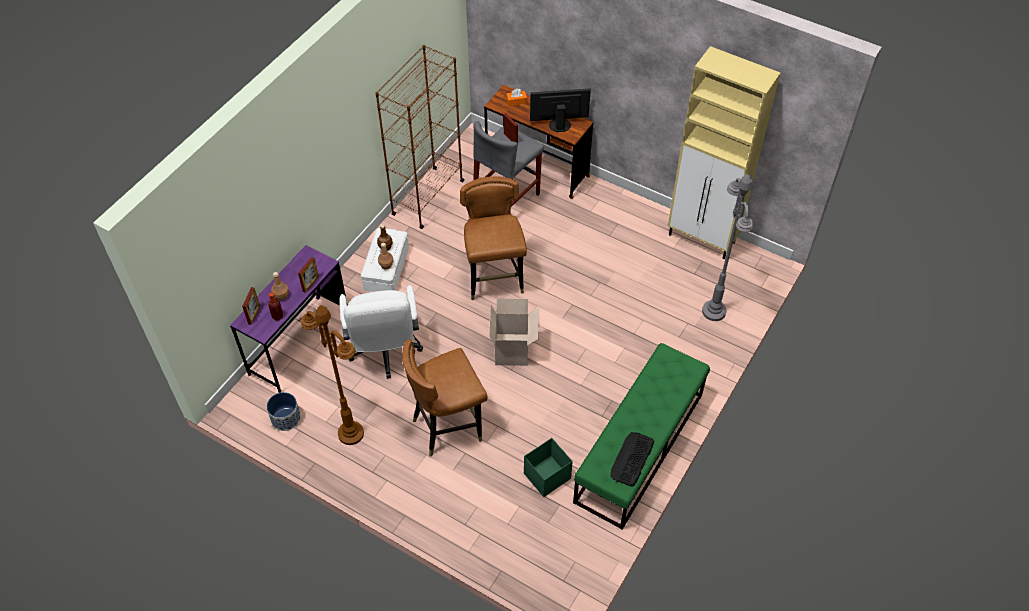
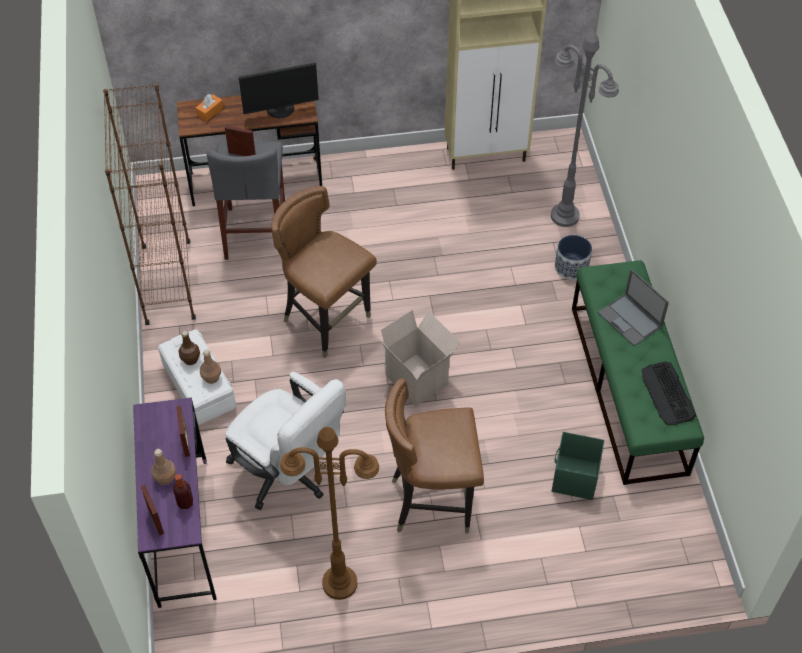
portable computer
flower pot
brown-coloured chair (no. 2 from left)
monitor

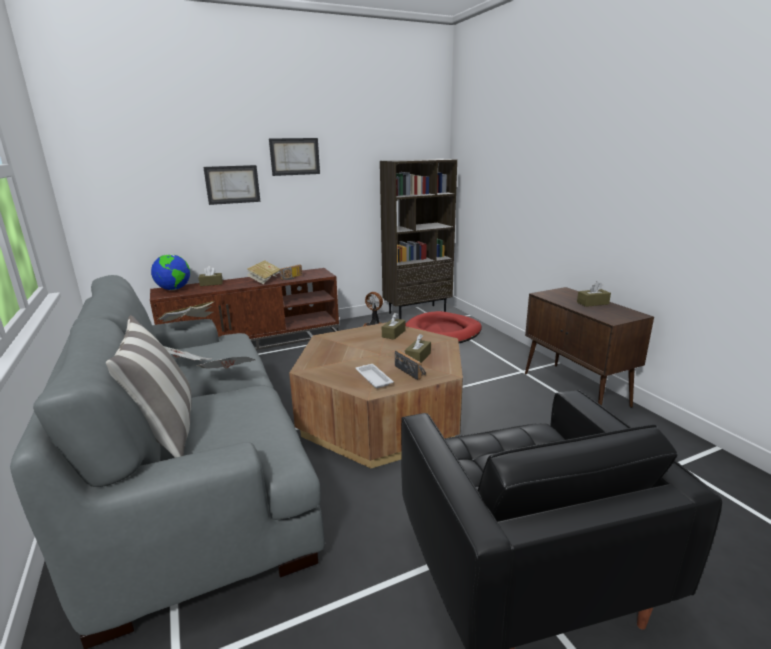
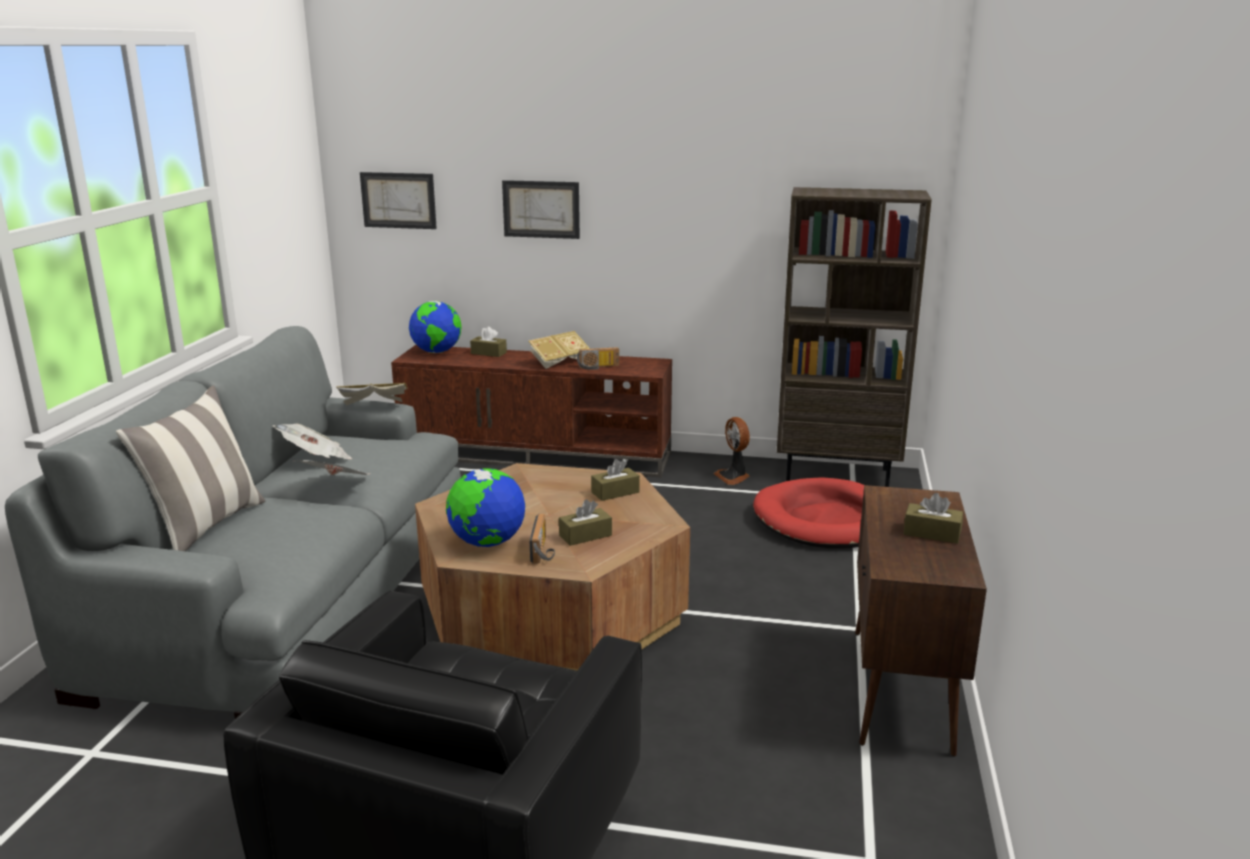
wall picture (no. 1 from left)
desk globe (no. 2 from left)

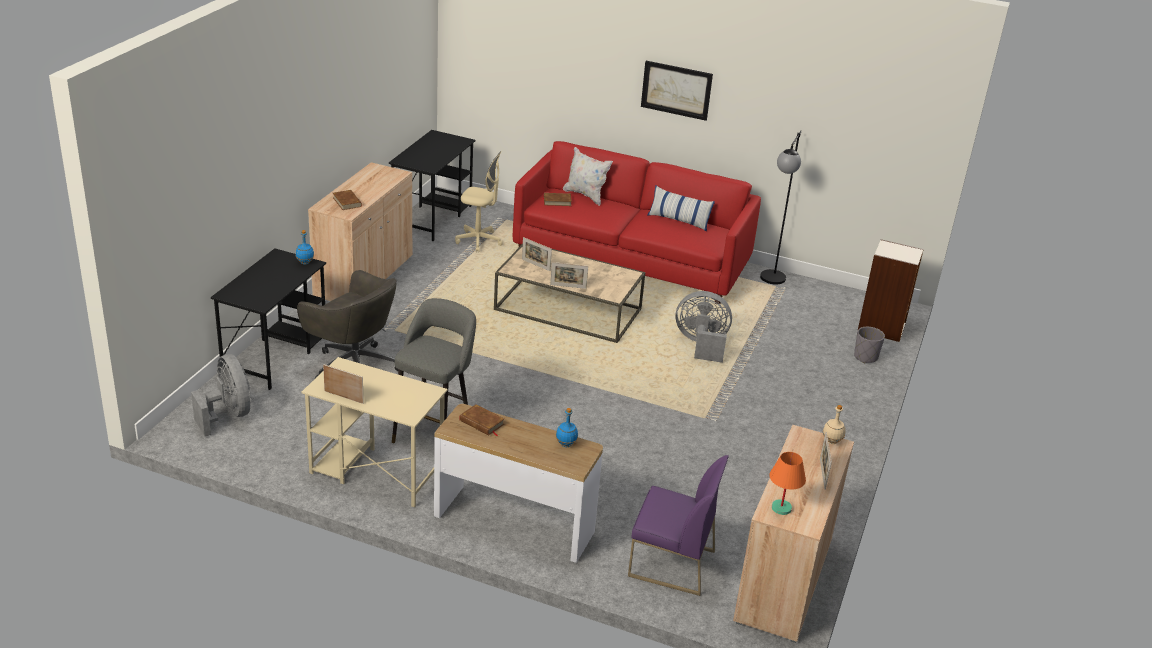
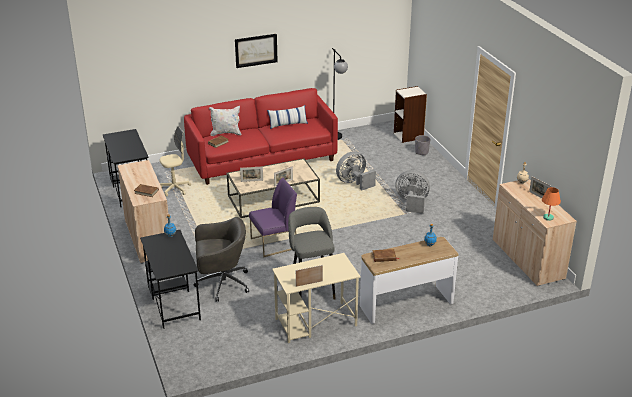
greyish fan (no. 2 from left)
purplish chair

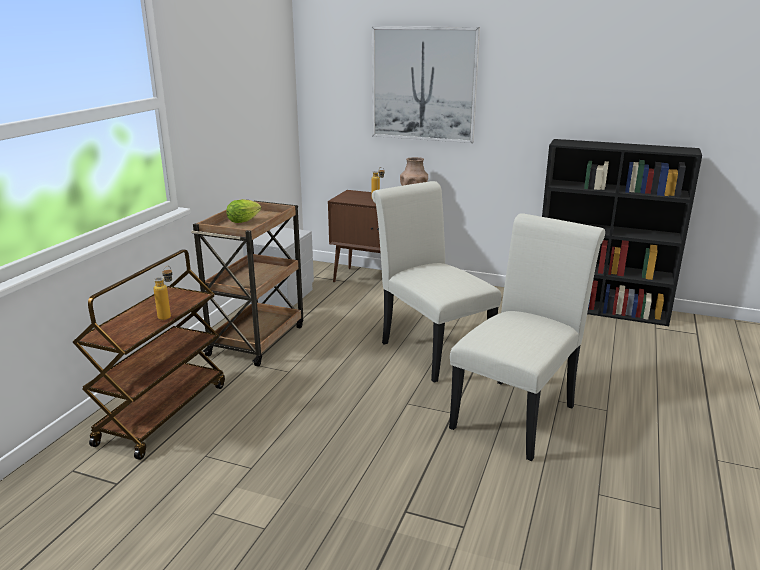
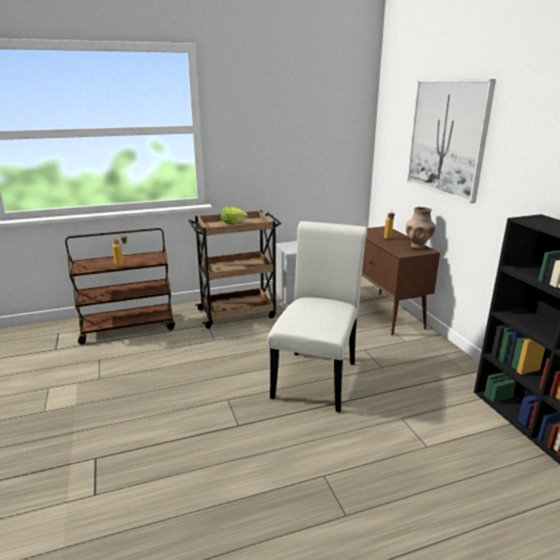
white chair (no. 2 from left in the first image)

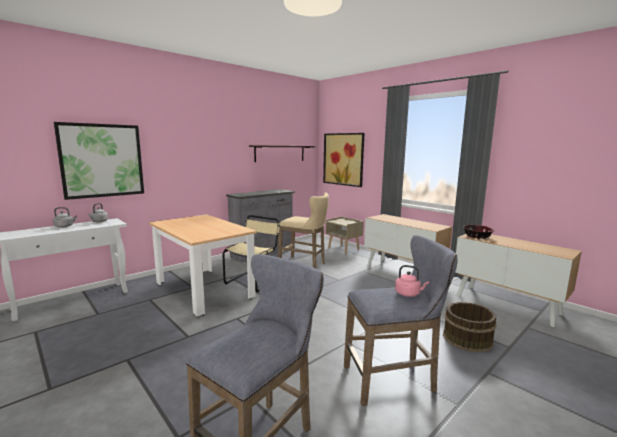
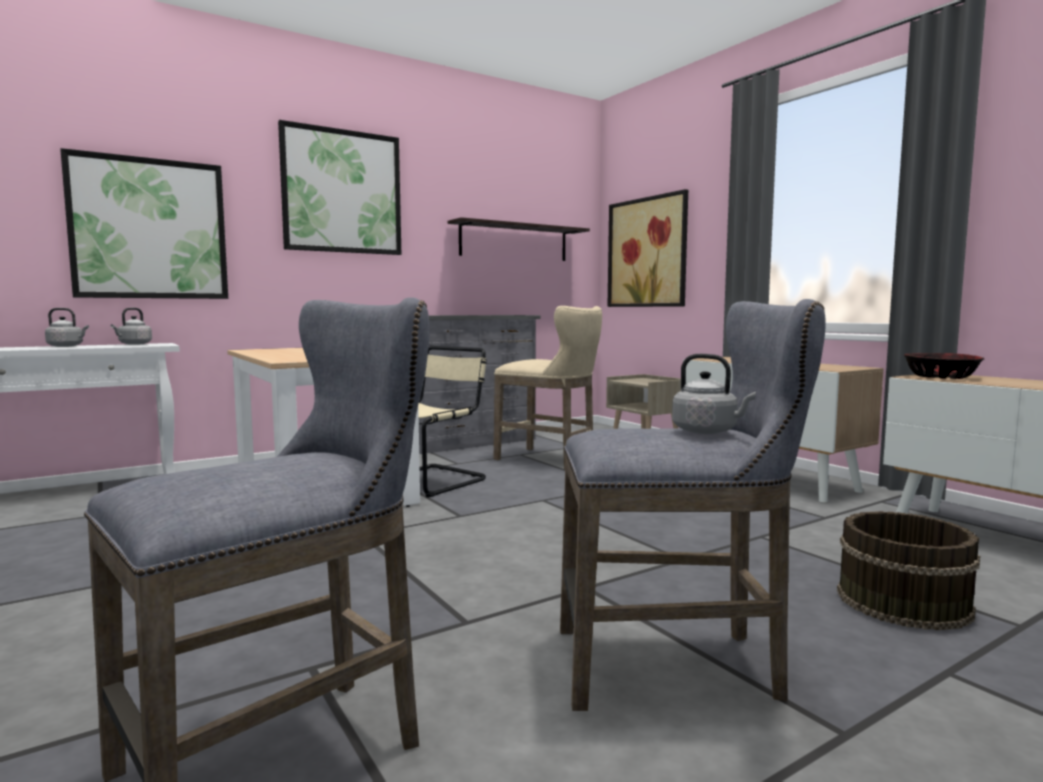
wall picture (no. 2 from left)
greyish water kettle (no. 3 from left)

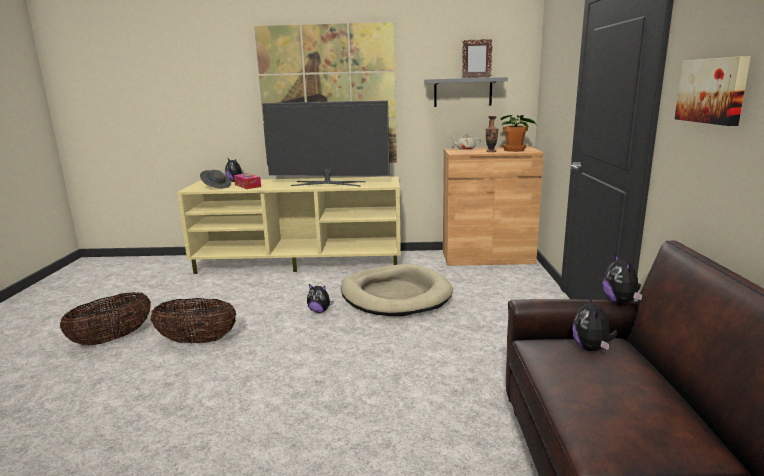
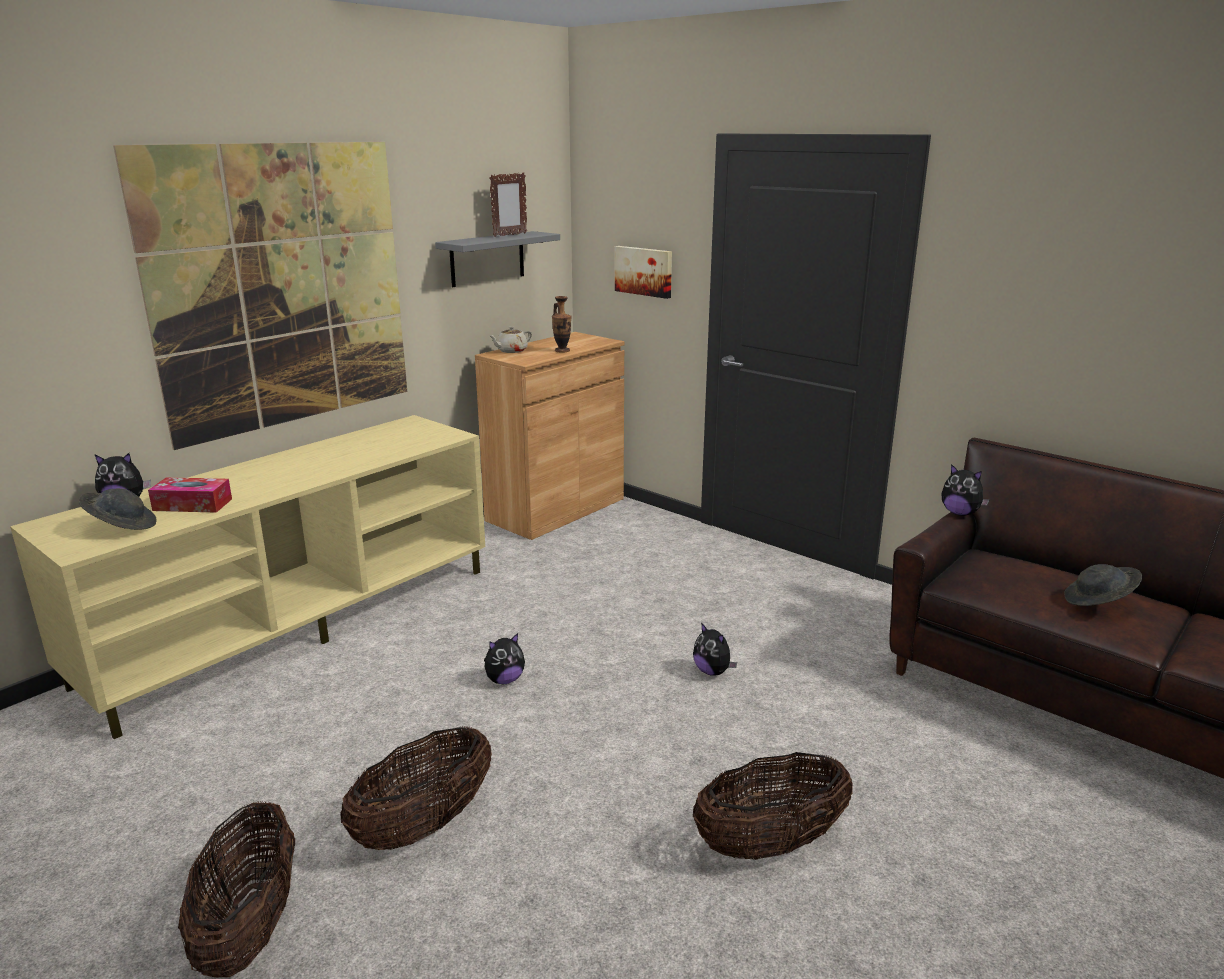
television
beige-coloured dog cushion
houseplant
storage basket (no. 3 from left)
greyish clothing hat (no. 2 from left)
cuddly toy (no. 3 from left)
wall picture (no. 2 from left)

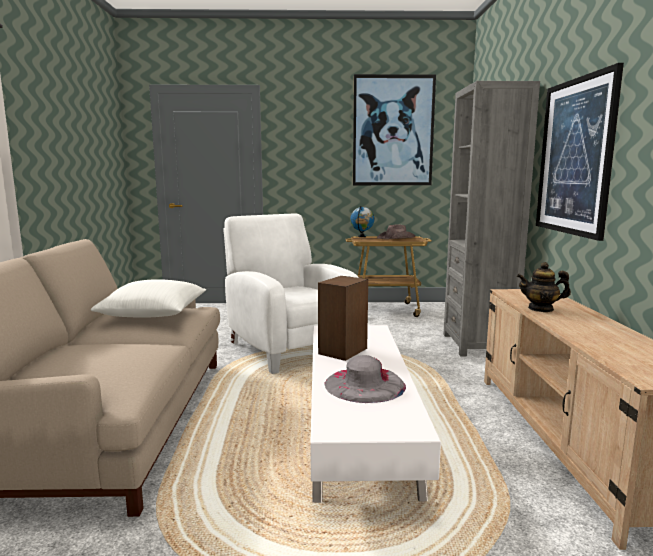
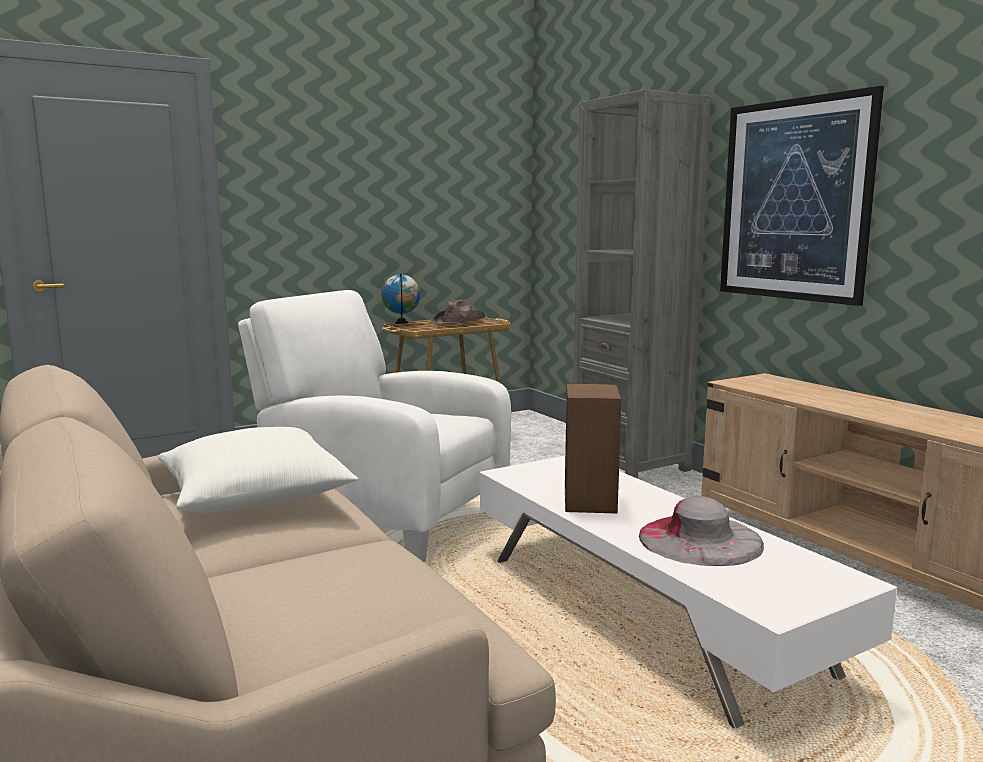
wall picture (no. 1 from left in the first image)
pot for tea

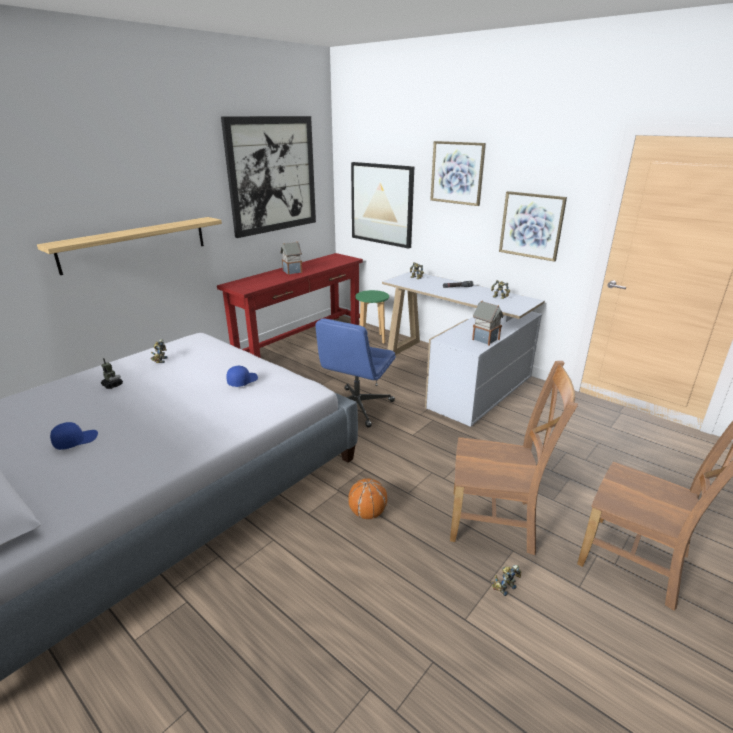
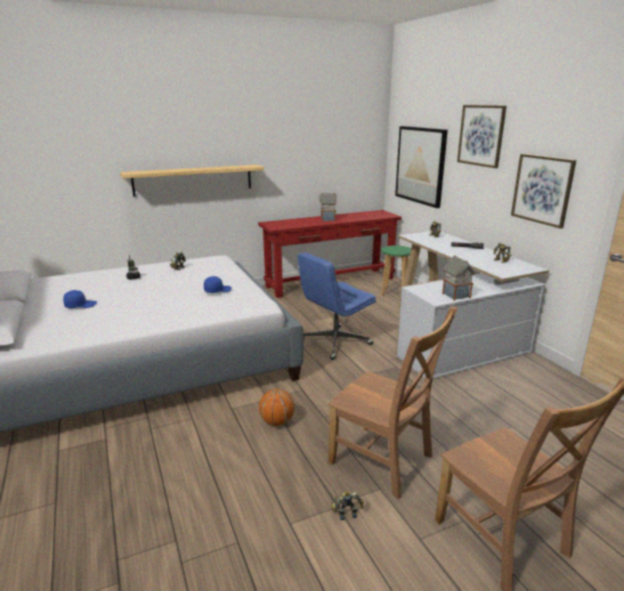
wall picture (no. 1 from left in the first image)

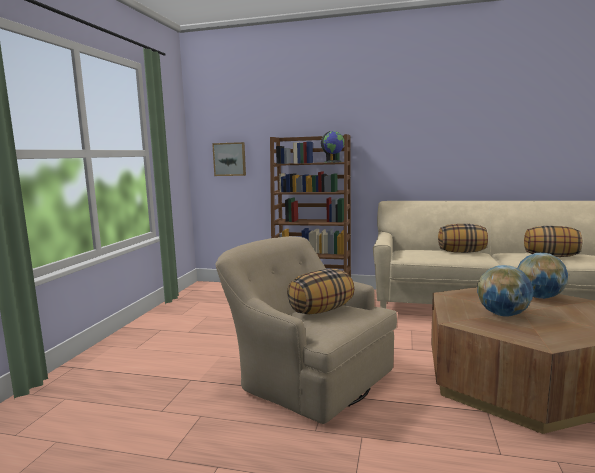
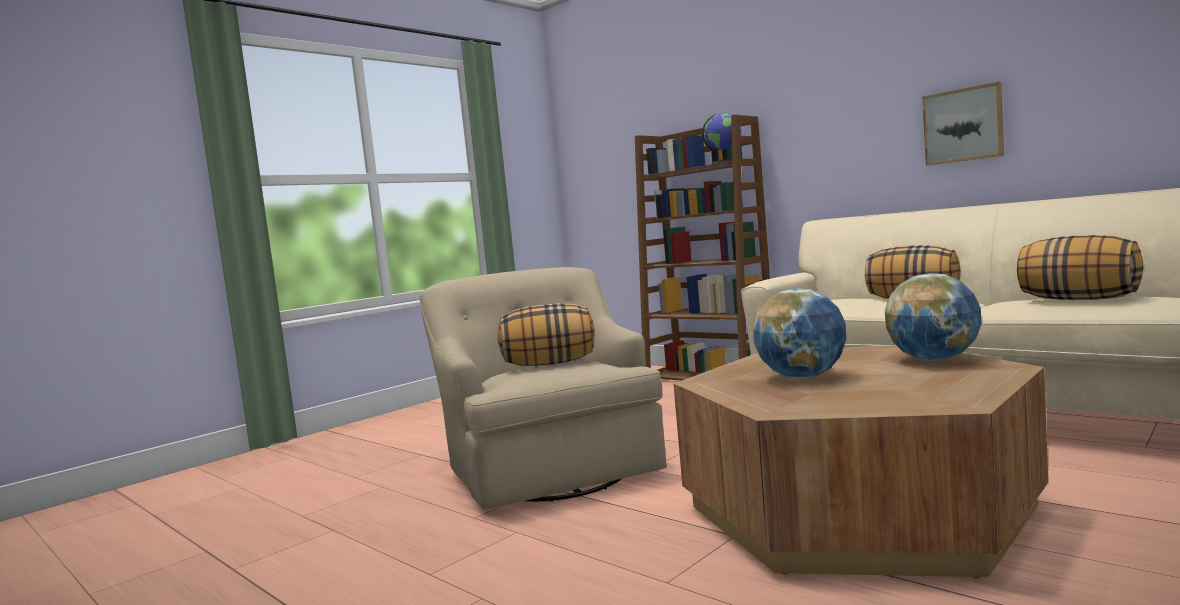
wall picture

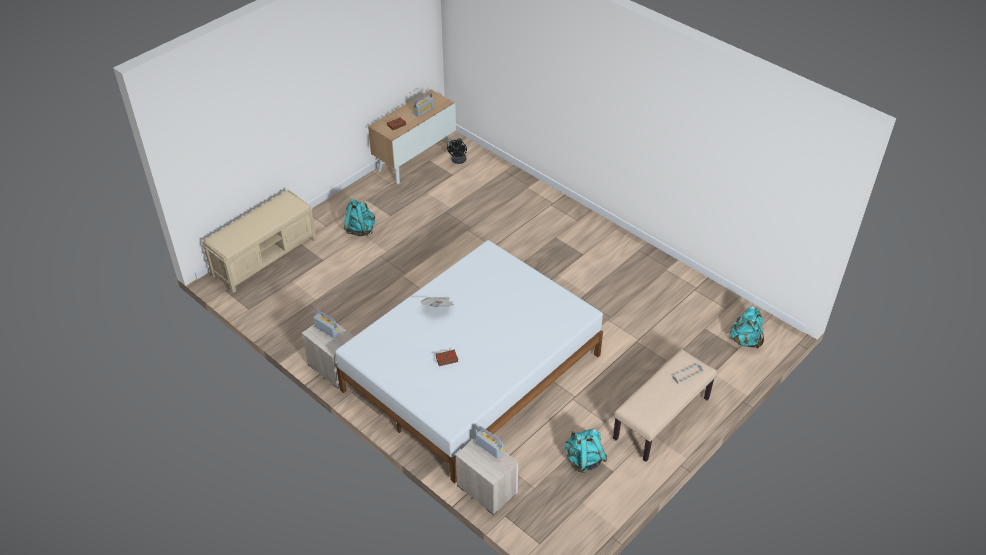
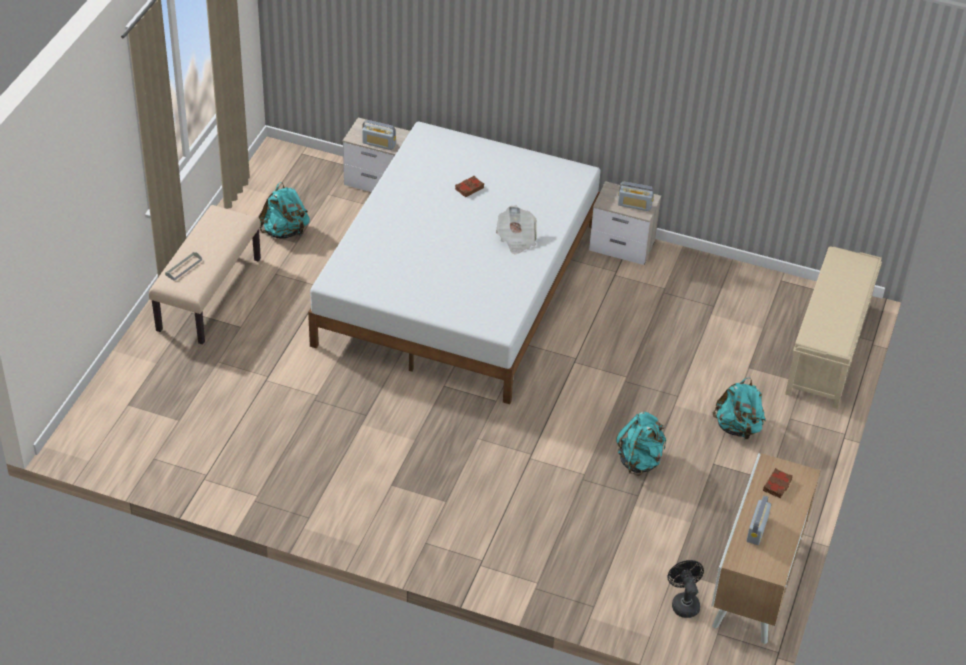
blue-green backpack (no. 2 from left)

